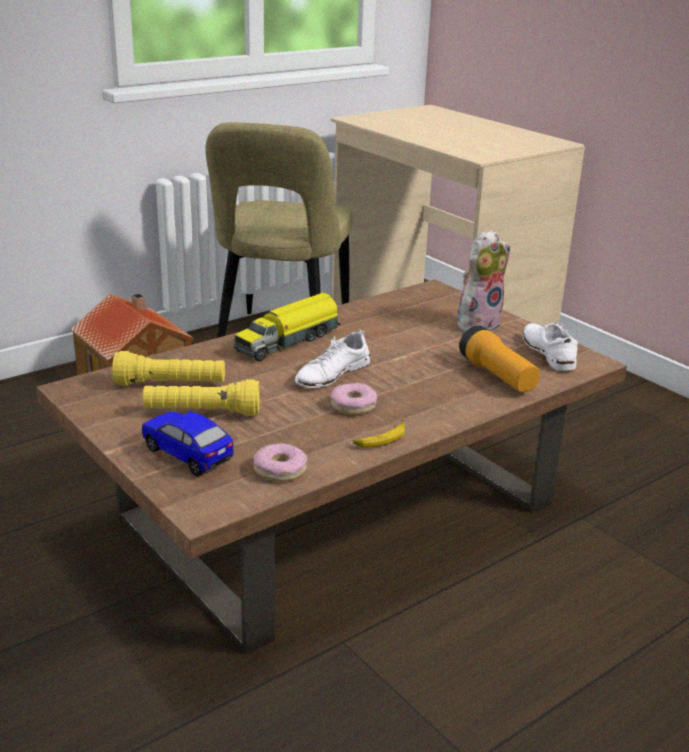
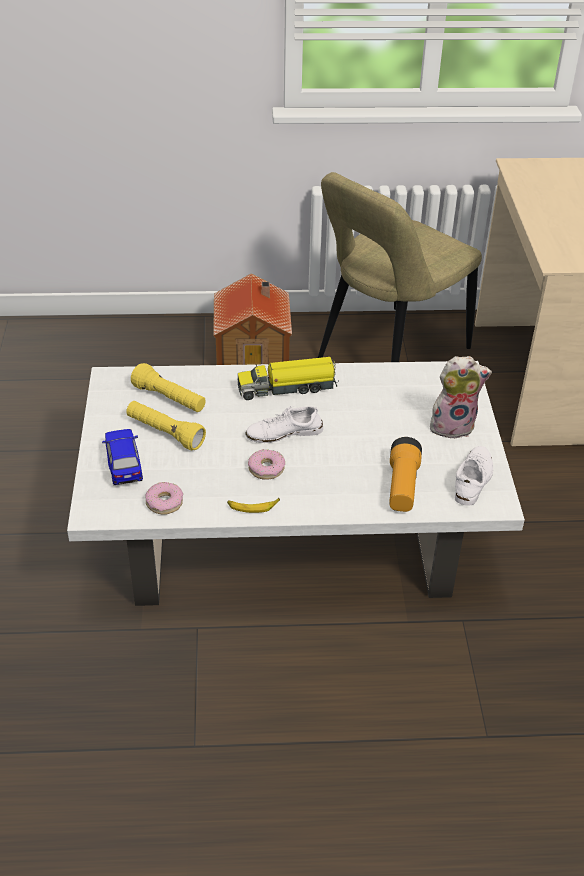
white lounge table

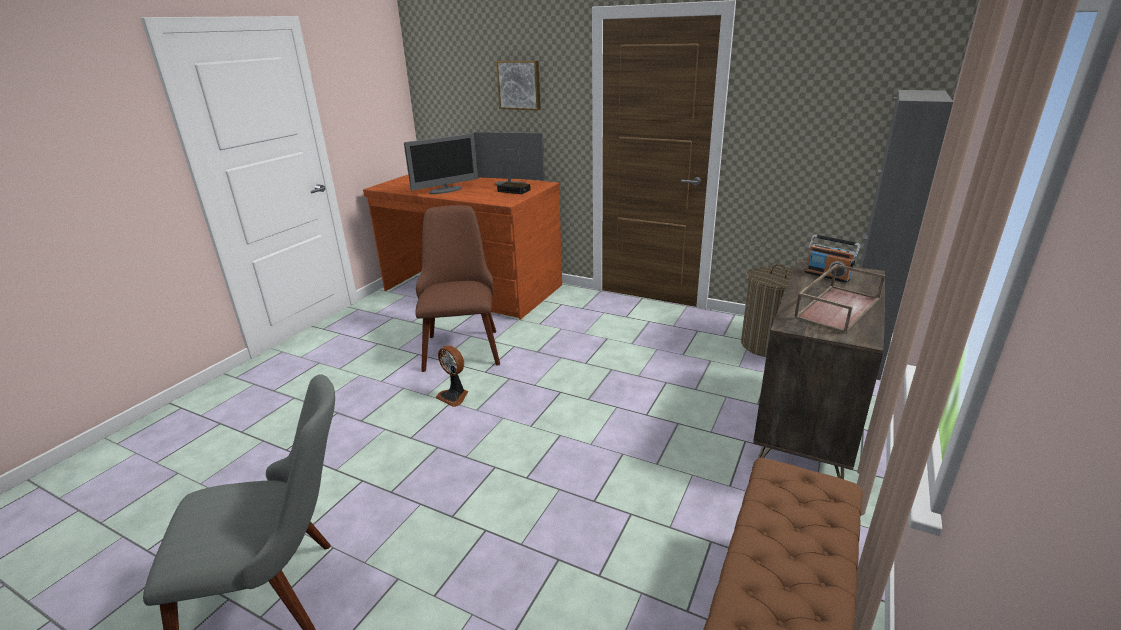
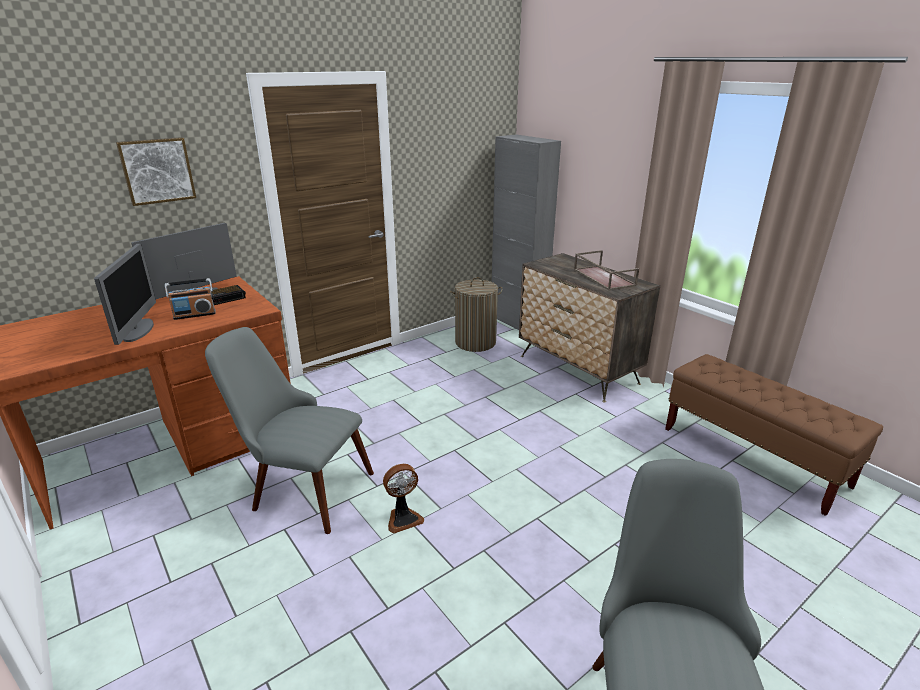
radio
greyish chair (no. 1 from left)

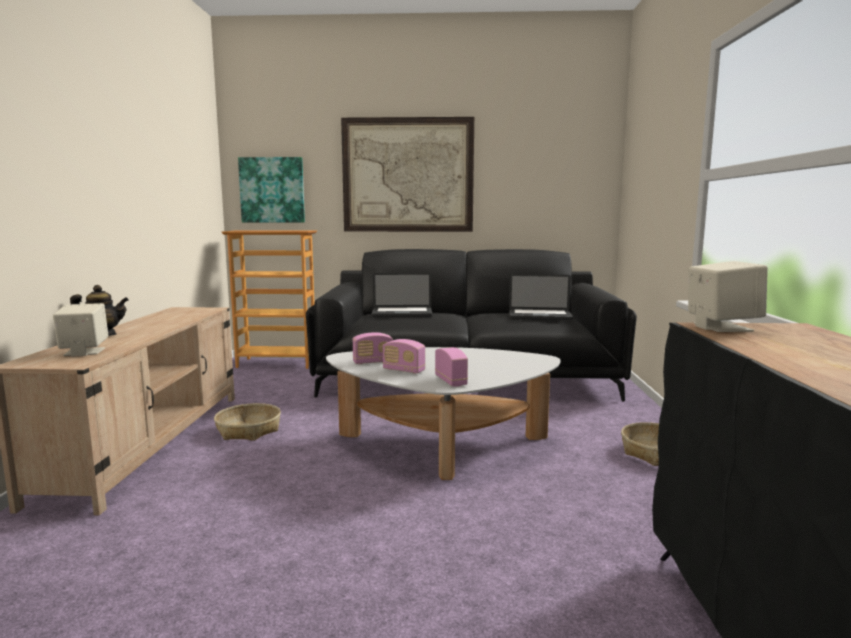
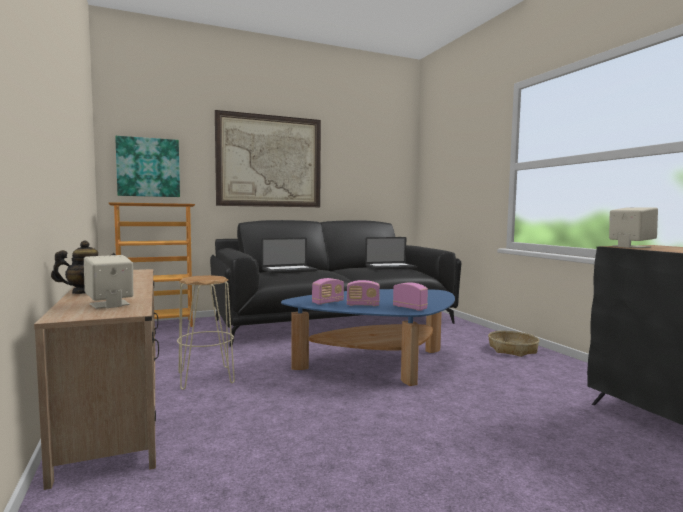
beige-coloured stool seat
bluish lounge table

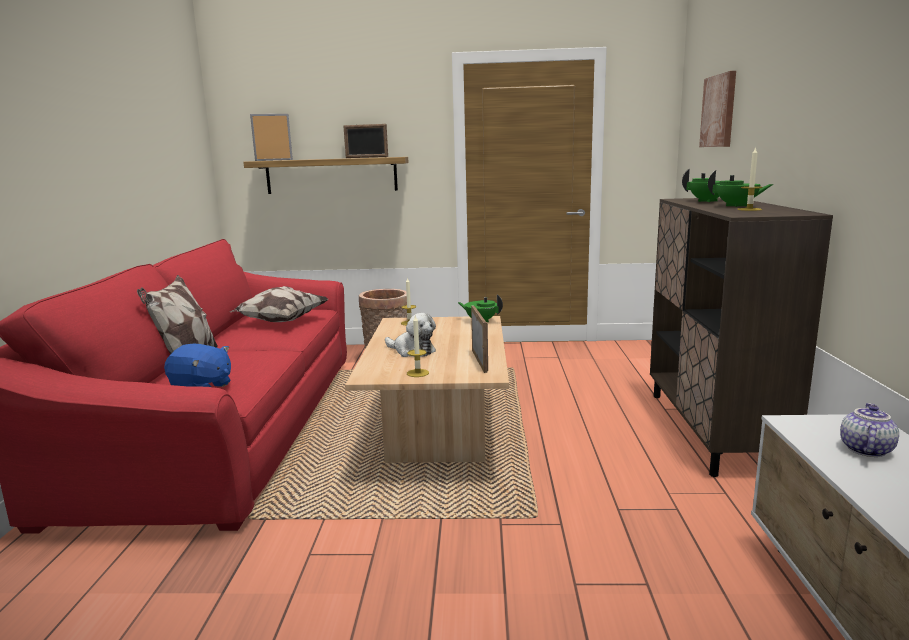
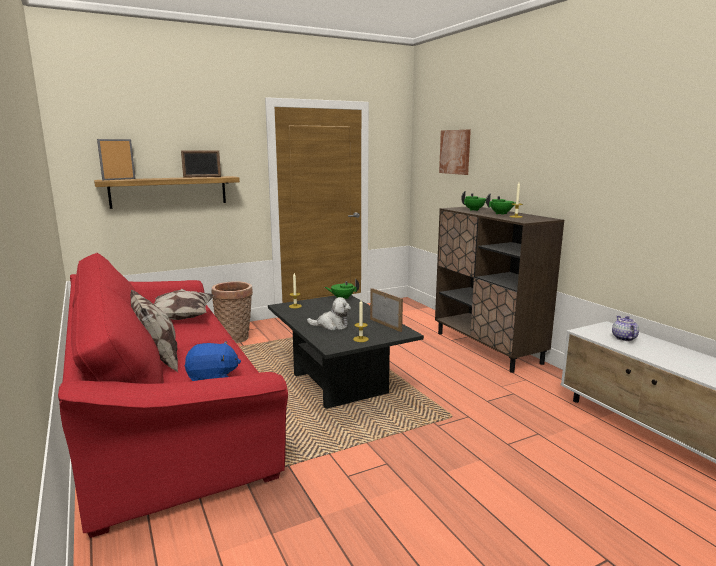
black-coloured lounge table

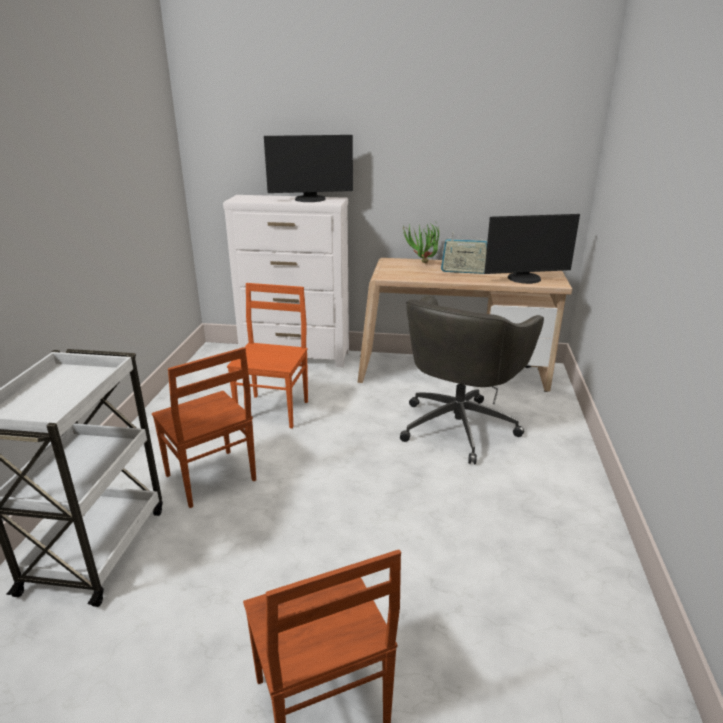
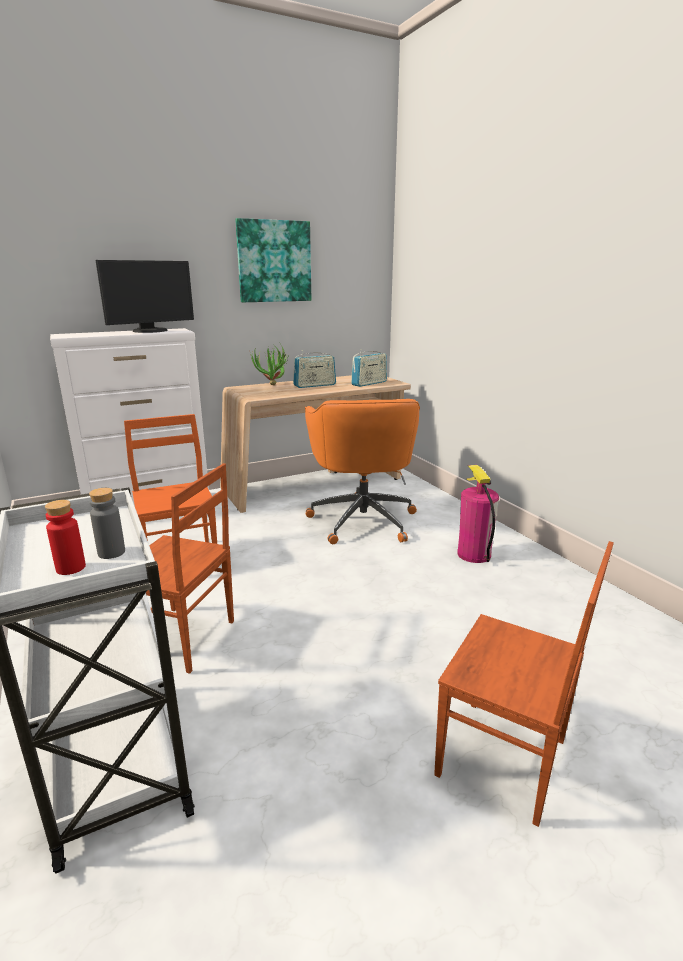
reddish beverage bottle
greyish beverage bottle
wall picture
fire extinguisher
radio (no. 2 from left)
orangey office chair

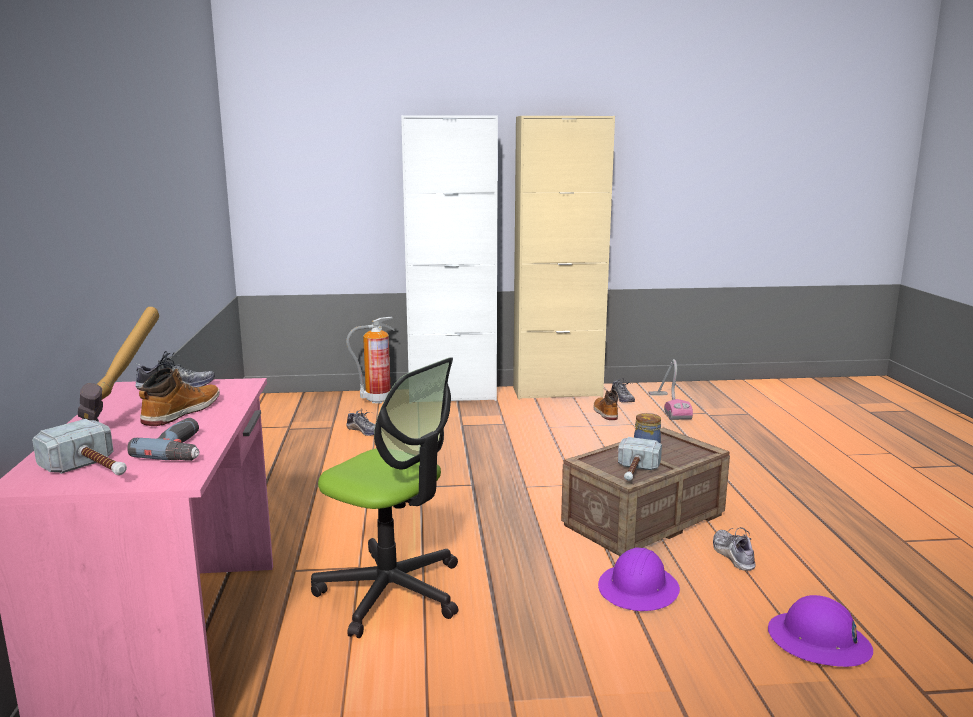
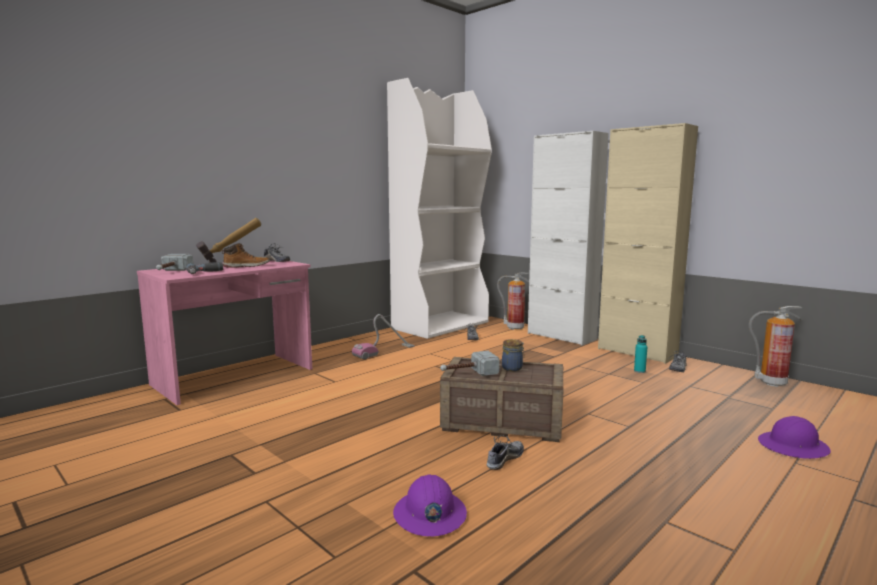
office chair
white bookcase
fire extinguisher (no. 2 from left)
purplish work helmet (no. 2 from left)
hoover
blue-green beverage bottle

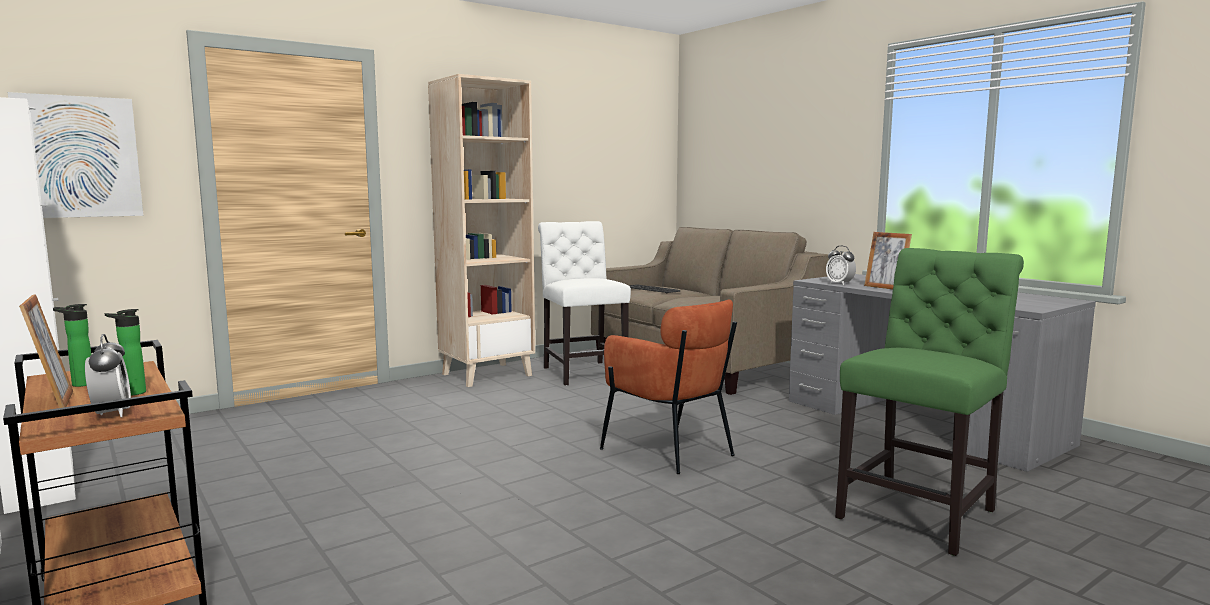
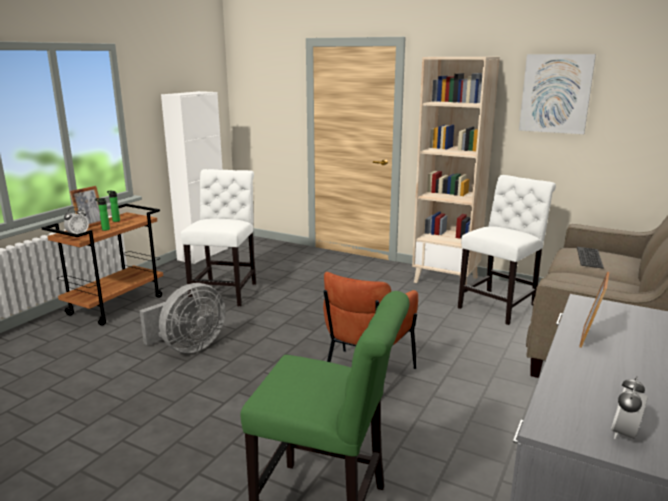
greyish fan
white chair (no. 1 from left)
wall picture
bedside clock (no. 2 from left)

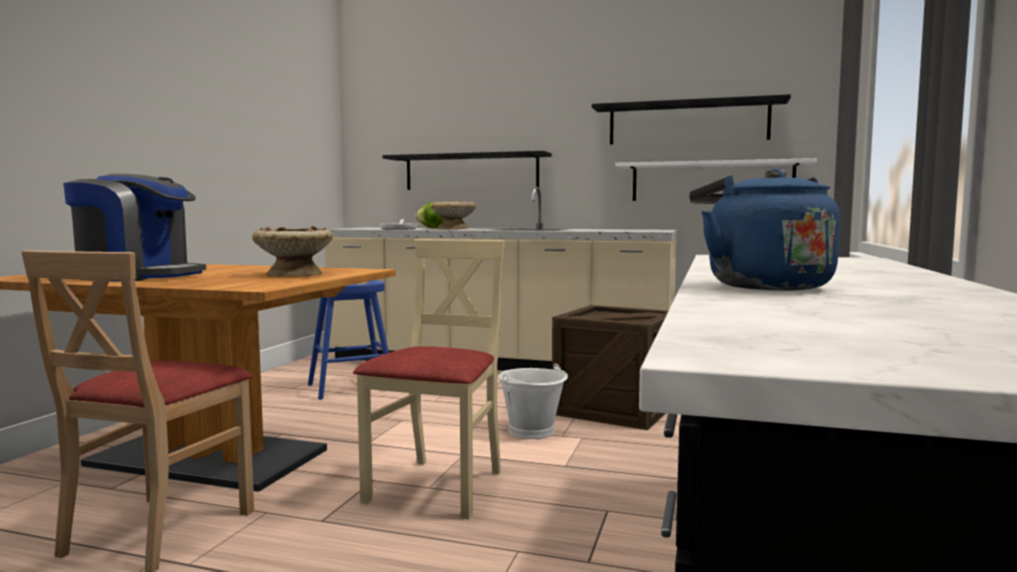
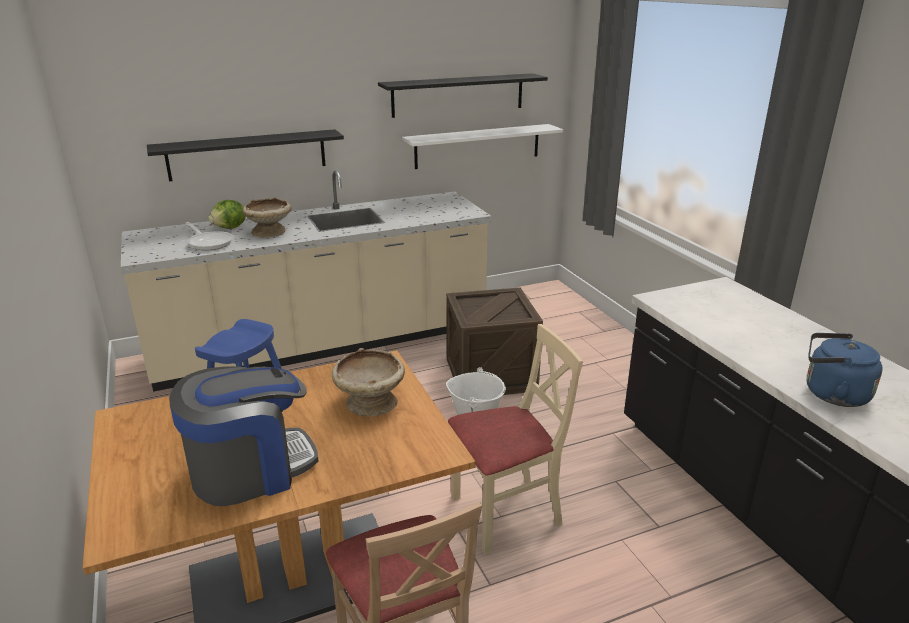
beige-coloured chair (no. 2 from left)

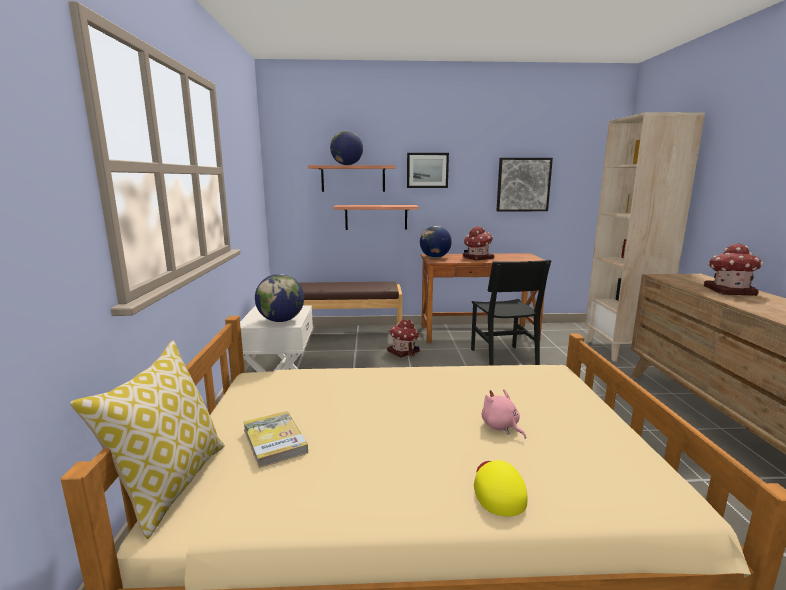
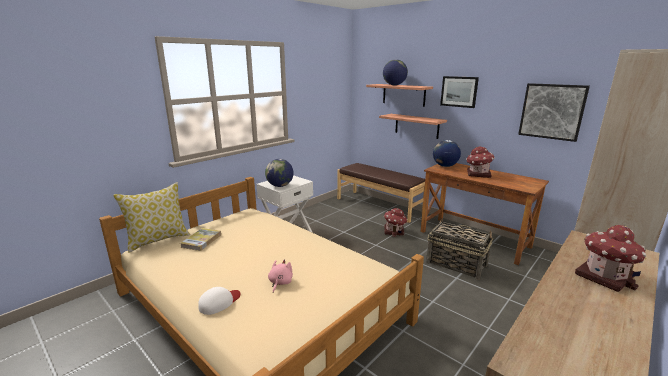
storage basket
white peaked cap

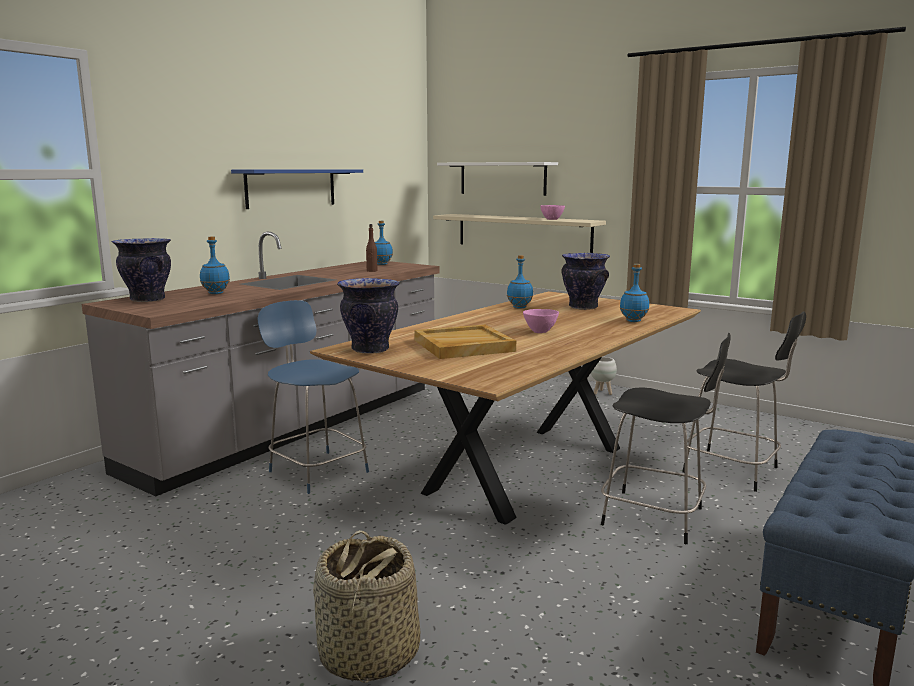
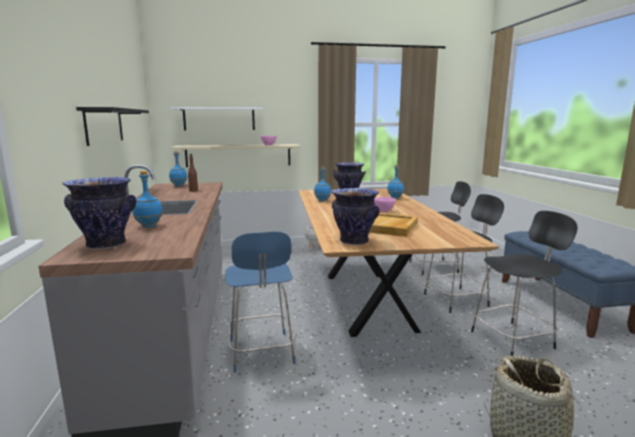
black-coloured chair (no. 3 from left)
black-coloured shelf
bluish chair

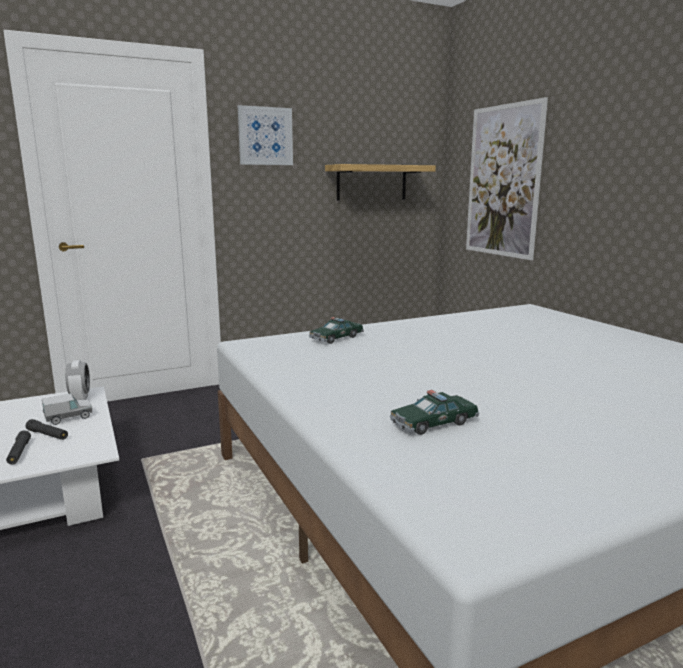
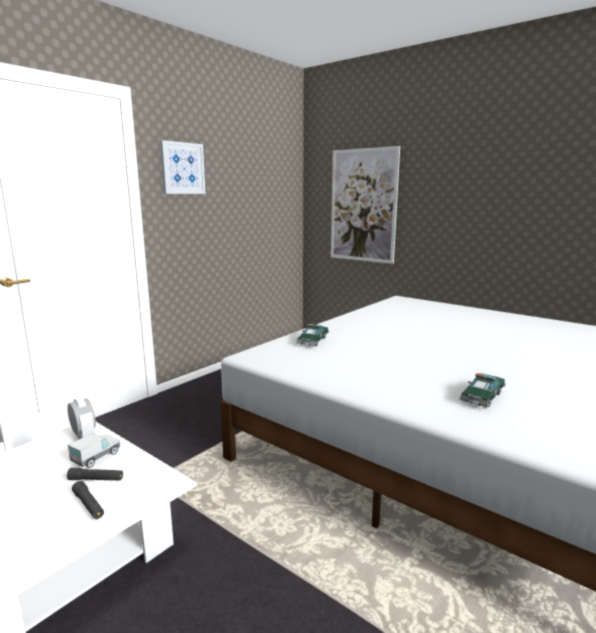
shelf

